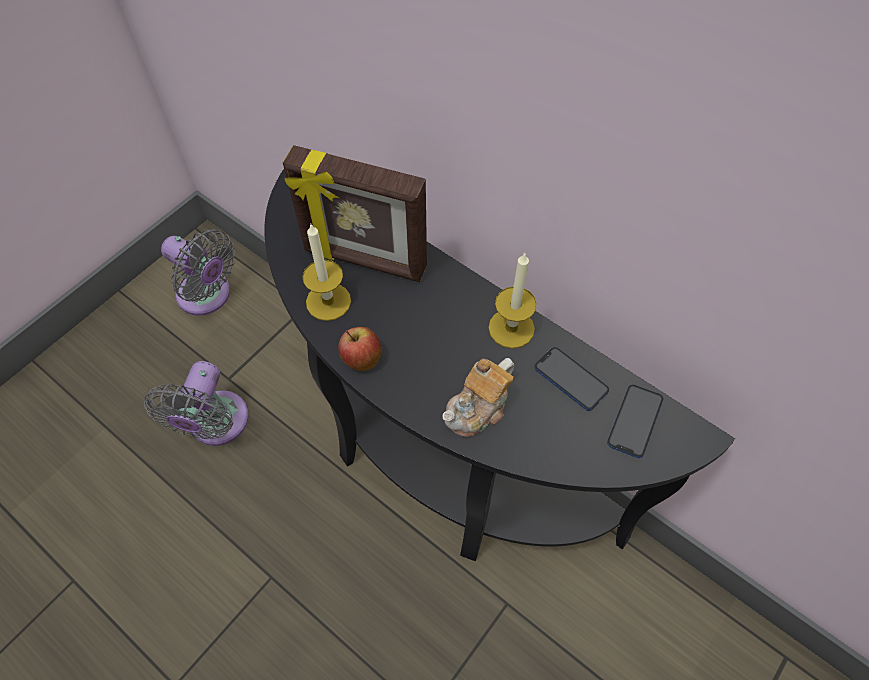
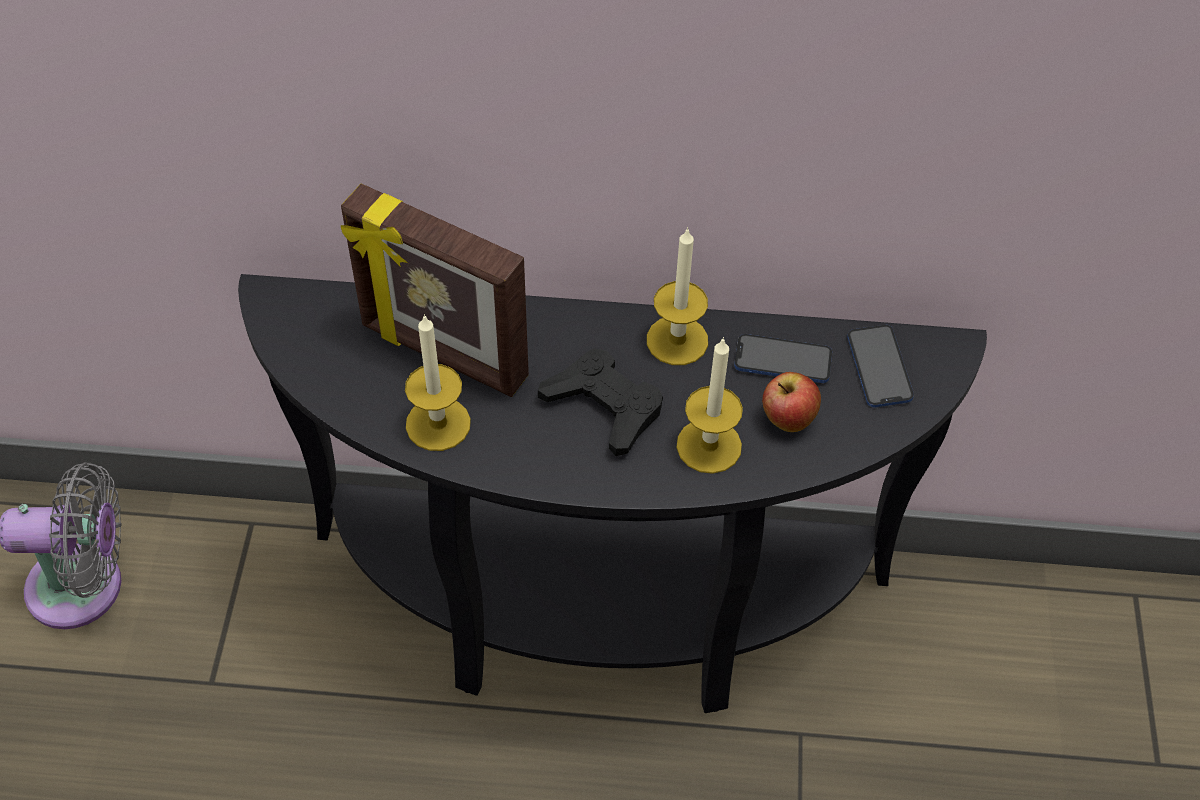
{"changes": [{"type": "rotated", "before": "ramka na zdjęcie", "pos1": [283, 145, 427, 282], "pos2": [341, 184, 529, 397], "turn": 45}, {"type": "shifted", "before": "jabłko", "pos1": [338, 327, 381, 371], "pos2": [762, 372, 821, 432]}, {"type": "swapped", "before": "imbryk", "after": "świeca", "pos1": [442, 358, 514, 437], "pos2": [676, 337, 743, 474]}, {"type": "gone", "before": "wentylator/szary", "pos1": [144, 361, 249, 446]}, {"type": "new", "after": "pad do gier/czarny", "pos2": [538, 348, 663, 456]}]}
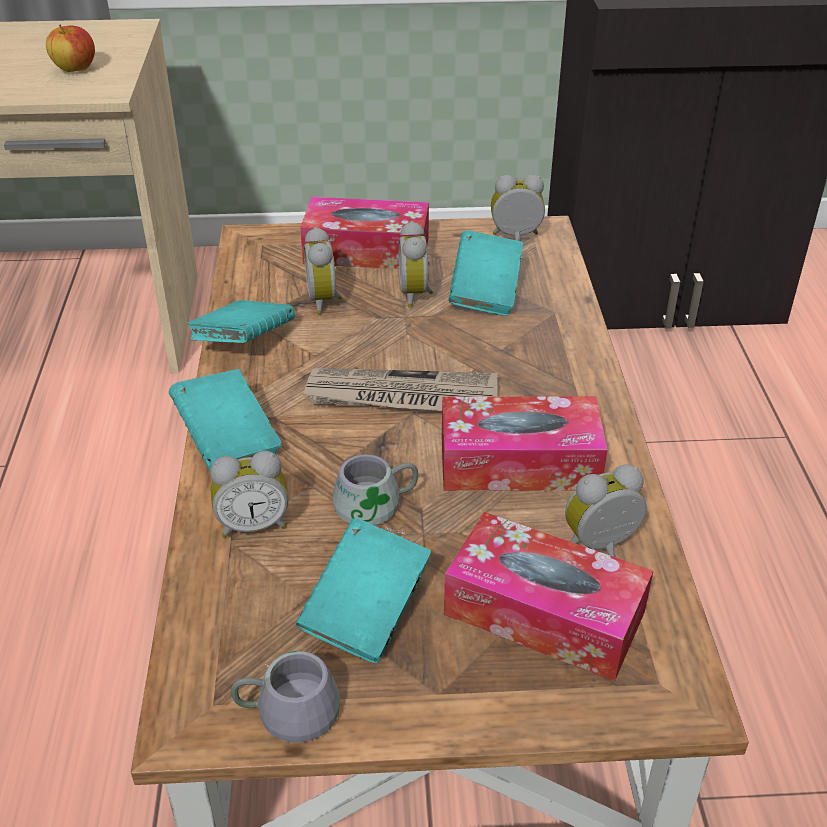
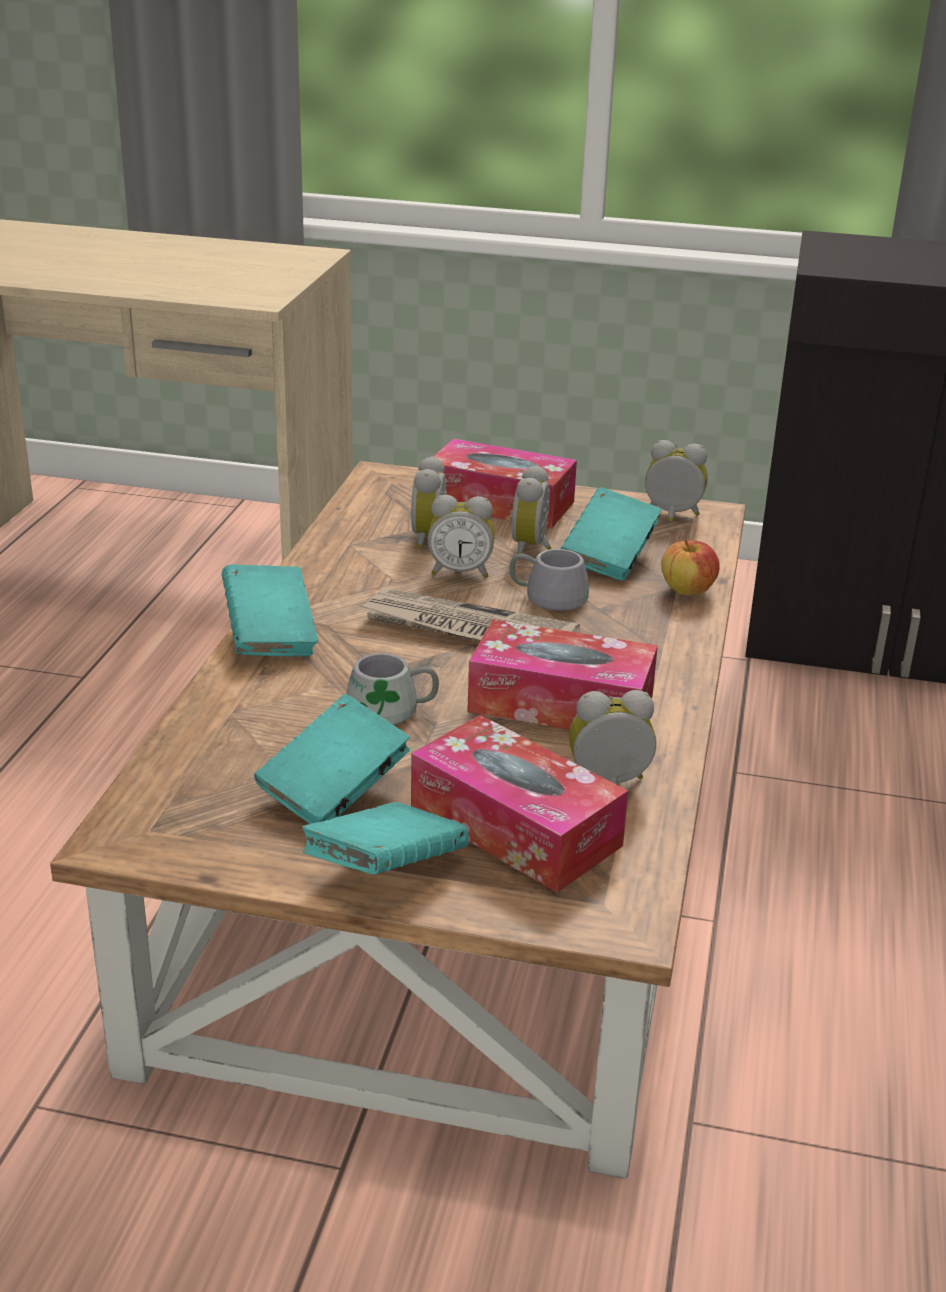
{"changes": [{"type": "shifted", "before": "jabłko", "pos1": [46, 25, 95, 72], "pos2": [661, 540, 720, 595]}, {"type": "shifted", "before": "książka/turkusowy", "pos1": [187, 300, 295, 343], "pos2": [302, 802, 469, 874]}, {"type": "shifted", "before": "budzik", "pos1": [210, 451, 289, 538], "pos2": [427, 495, 495, 578]}, {"type": "shifted", "before": "kubek/szary", "pos1": [231, 651, 340, 743], "pos2": [510, 549, 589, 611]}]}
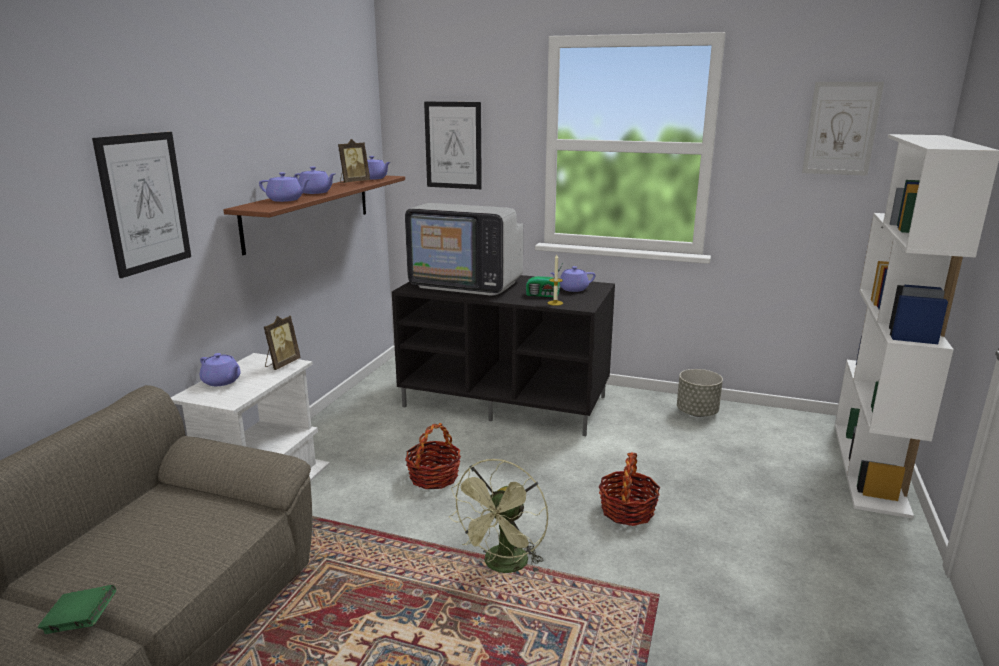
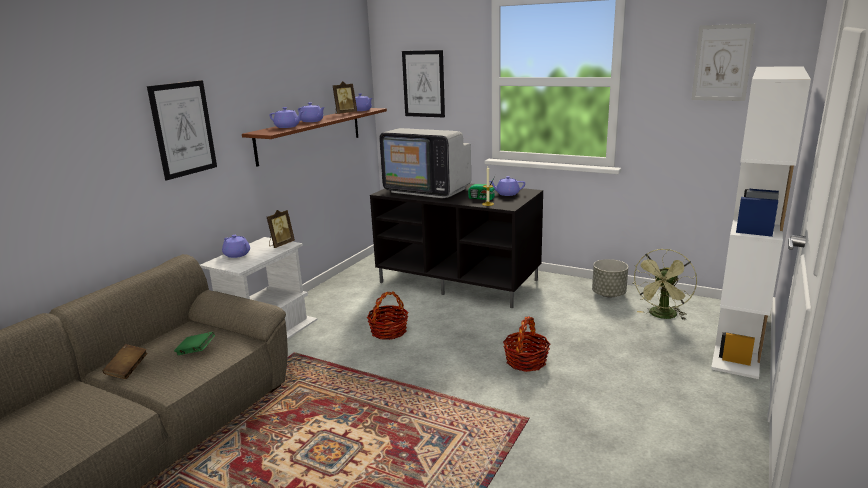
{"changes": [{"type": "shifted", "before": "wentylator/zielony", "pos1": [449, 459, 548, 573], "pos2": [633, 249, 697, 320]}, {"type": "shifted", "before": "książka/zielony", "pos1": [38, 585, 116, 634], "pos2": [174, 332, 215, 355]}, {"type": "new", "after": "książka/brązowy", "pos2": [103, 344, 147, 379]}]}
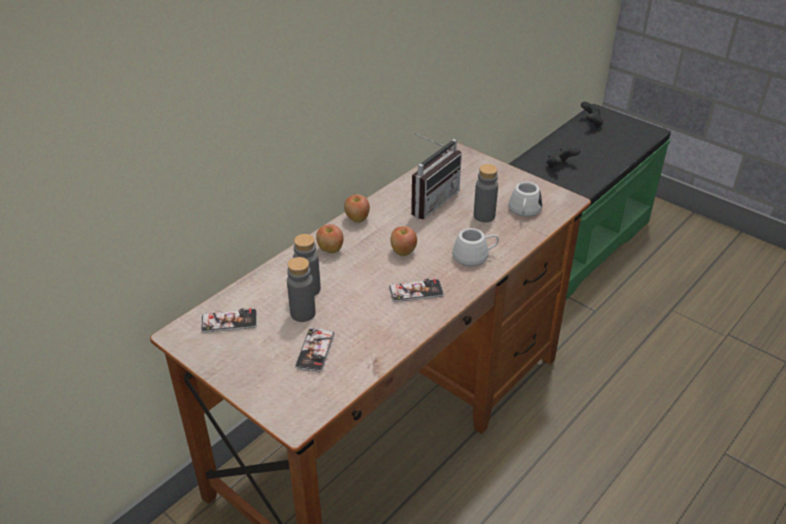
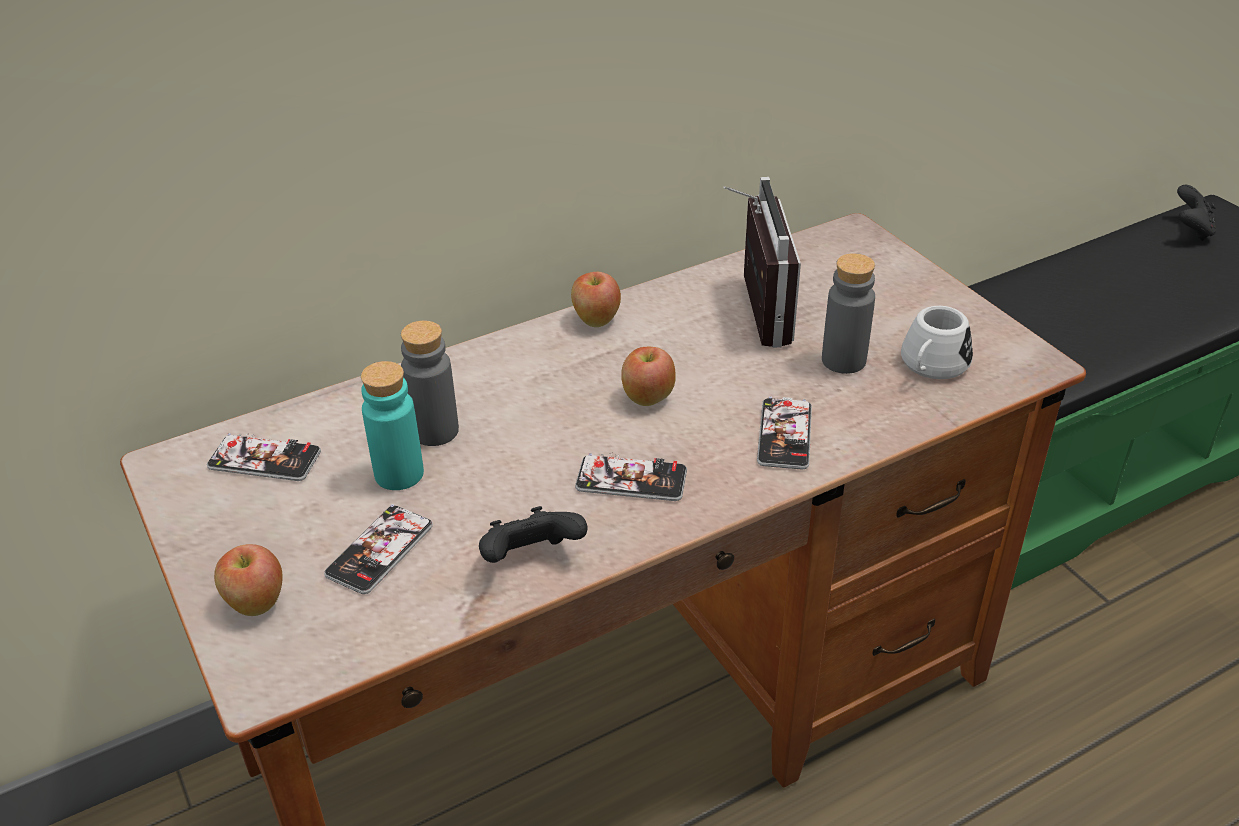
{"changes": [{"type": "rotated", "before": "radio", "pos1": [411, 132, 462, 220], "pos2": [723, 177, 801, 348], "turn": -60}, {"type": "shifted", "before": "pad do gier/czarny", "pos1": [547, 147, 580, 168], "pos2": [479, 506, 588, 563]}, {"type": "shifted", "before": "jabłko", "pos1": [316, 224, 343, 254], "pos2": [214, 544, 283, 616]}, {"type": "swapped", "before": "kubek/biały", "after": "telefon", "pos1": [452, 228, 499, 266], "pos2": [757, 396, 812, 470]}, {"type": "repainted", "before": "butelka/szary", "after": "butelka/turkusowy", "pos1": [287, 257, 316, 322], "pos2": [361, 361, 424, 490]}]}
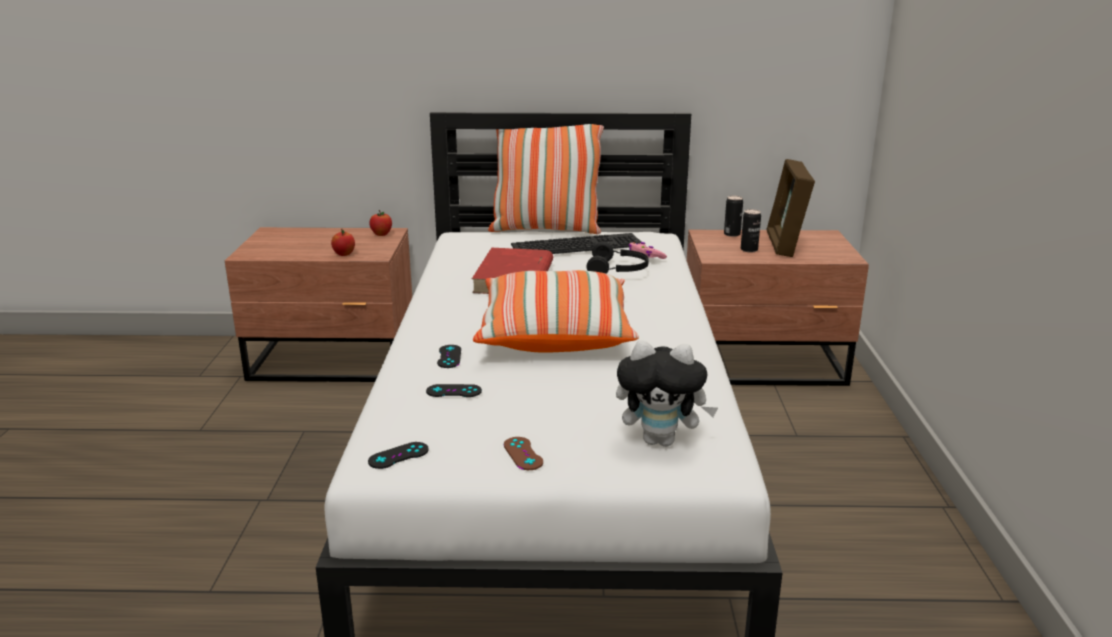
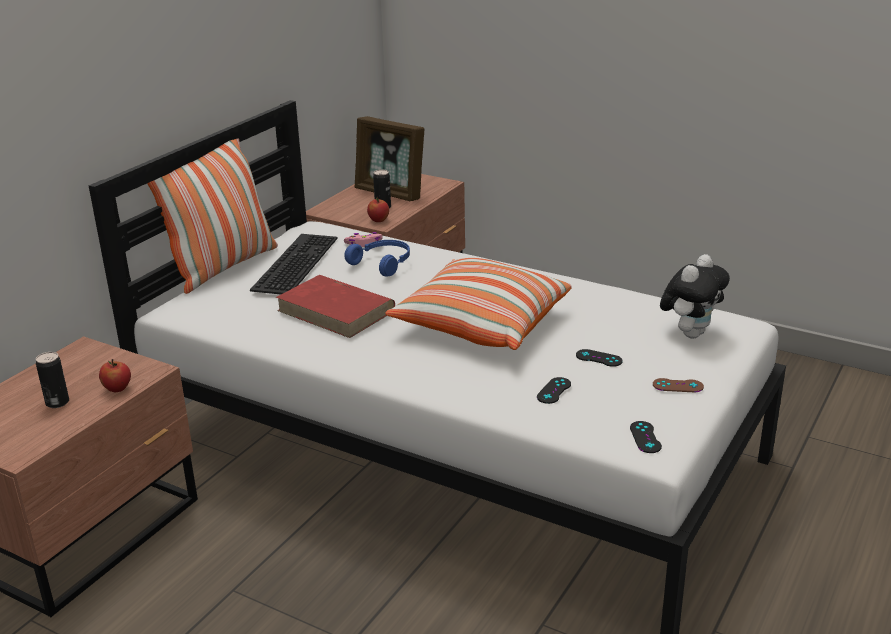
{"changes": [{"type": "shifted", "before": "puszka", "pos1": [724, 196, 743, 237], "pos2": [36, 352, 69, 408]}, {"type": "shifted", "before": "jabłko", "pos1": [369, 210, 392, 236], "pos2": [367, 197, 389, 222]}, {"type": "repainted", "before": "słuchawki/czarny", "after": "słuchawki/niebieski", "pos1": [587, 241, 649, 274], "pos2": [344, 240, 410, 277]}, {"type": "shifted", "before": "pad do gier/czarny", "pos1": [437, 345, 461, 368], "pos2": [576, 349, 623, 367]}]}
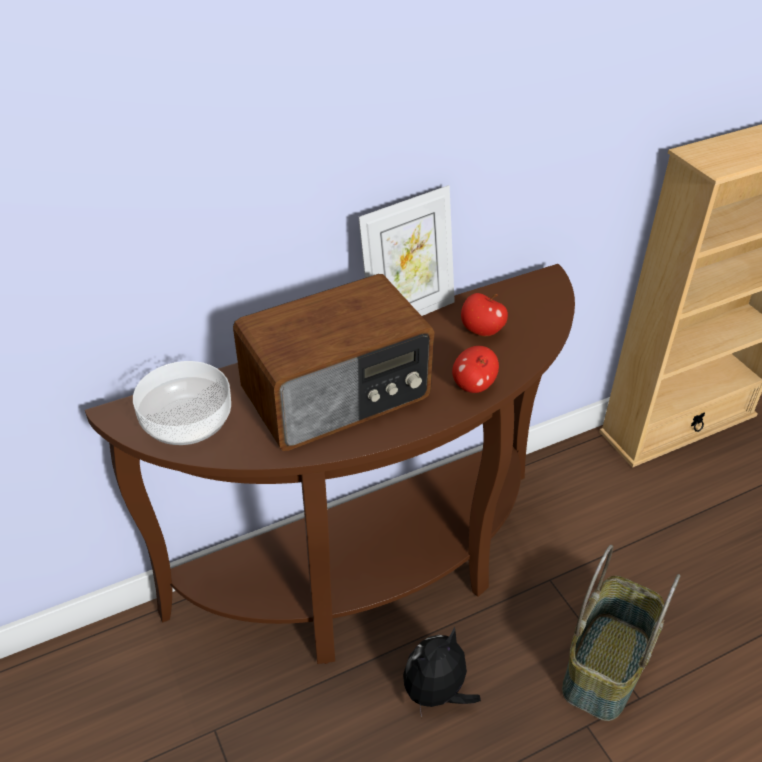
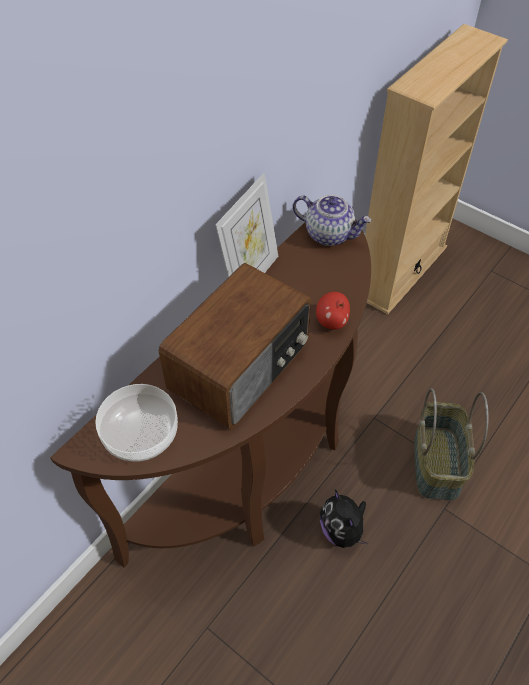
{"changes": [{"type": "gone", "before": "jabłko", "pos1": [461, 293, 508, 336]}, {"type": "rotated", "before": "pluszak", "pos1": [403, 627, 481, 717], "pos2": [320, 490, 369, 548], "turn": -45}, {"type": "new", "after": "imbryk", "pos2": [293, 195, 372, 246]}]}
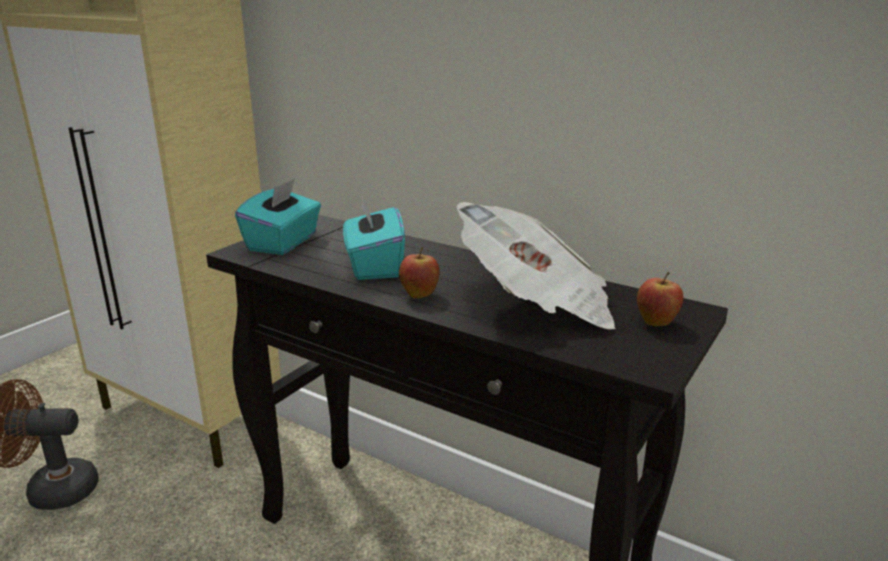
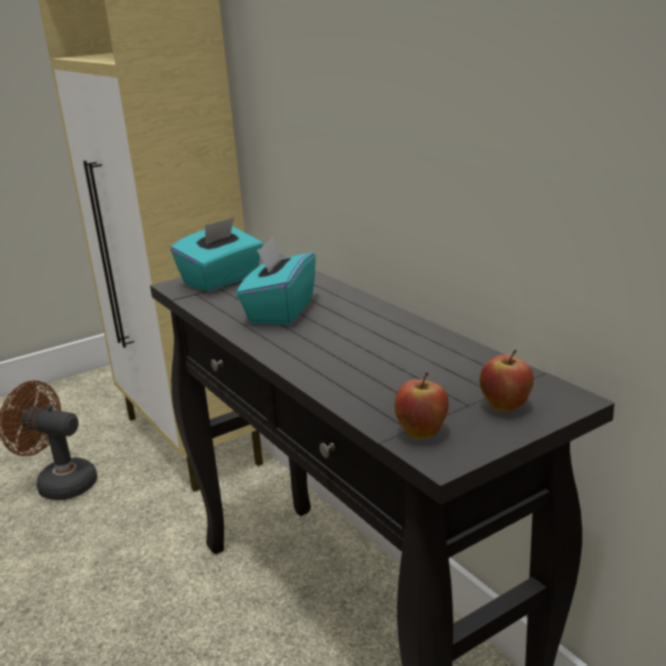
{"changes": [{"type": "gone", "before": "gazeta", "pos1": [457, 202, 616, 330]}, {"type": "shifted", "before": "jabłko", "pos1": [399, 247, 440, 299], "pos2": [394, 372, 449, 439]}]}
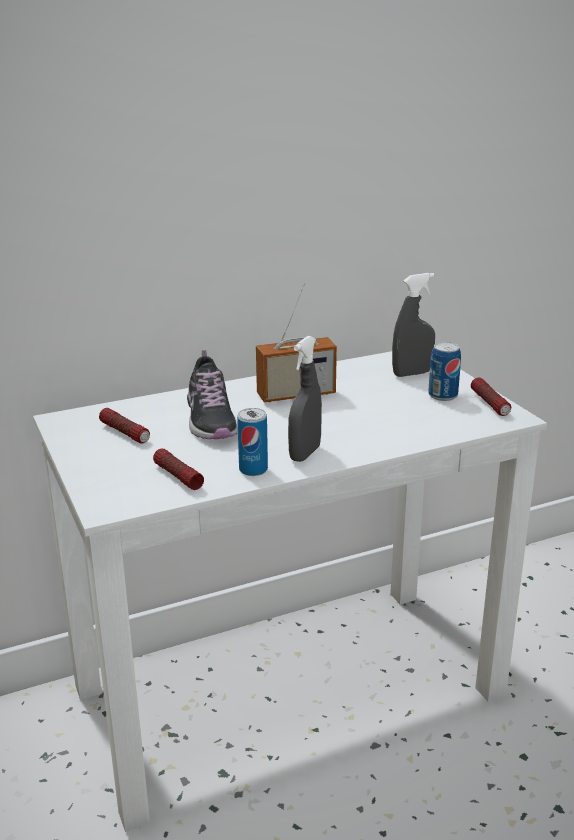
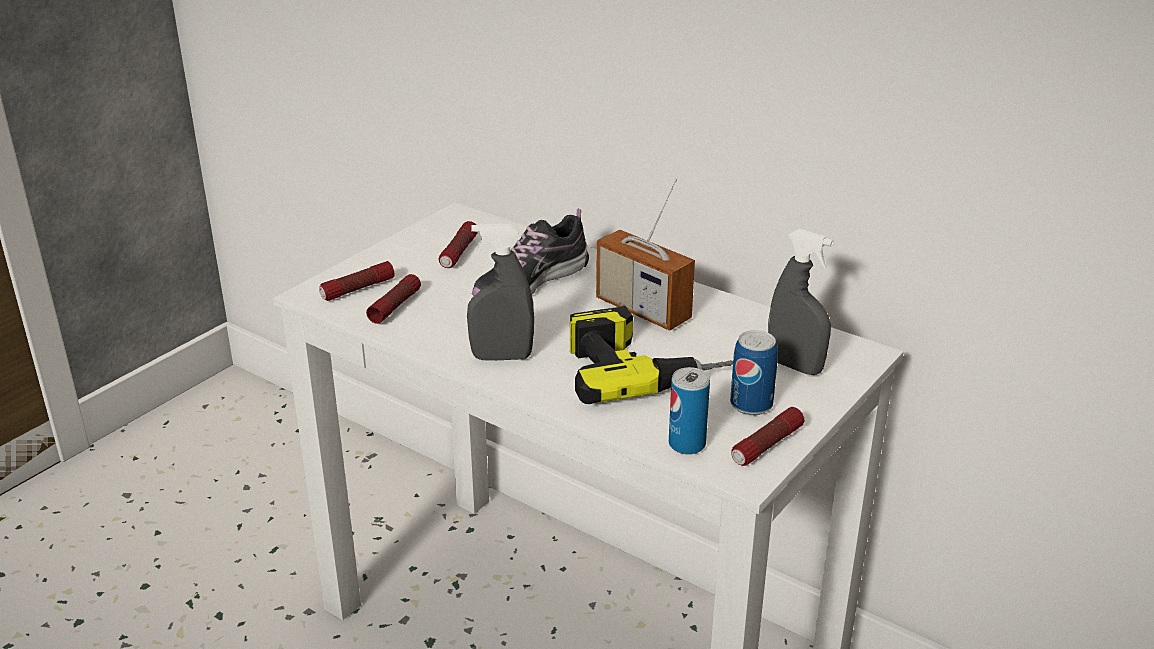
{"changes": [{"type": "shifted", "before": "puszka", "pos1": [237, 408, 268, 476], "pos2": [669, 367, 710, 455]}, {"type": "new", "after": "latarka", "pos2": [319, 261, 395, 301]}, {"type": "new", "after": "wiertarka", "pos2": [570, 306, 733, 404]}]}
